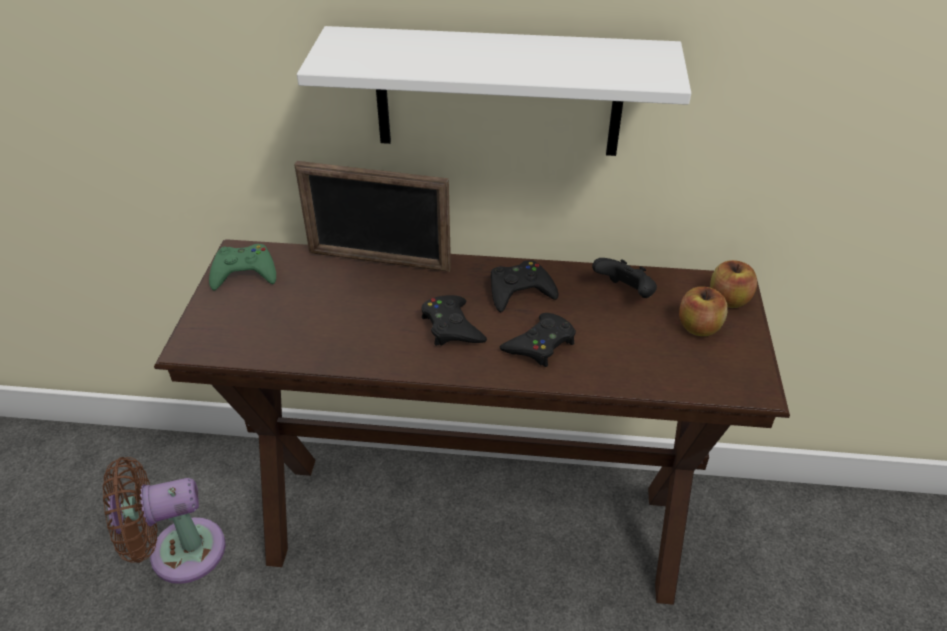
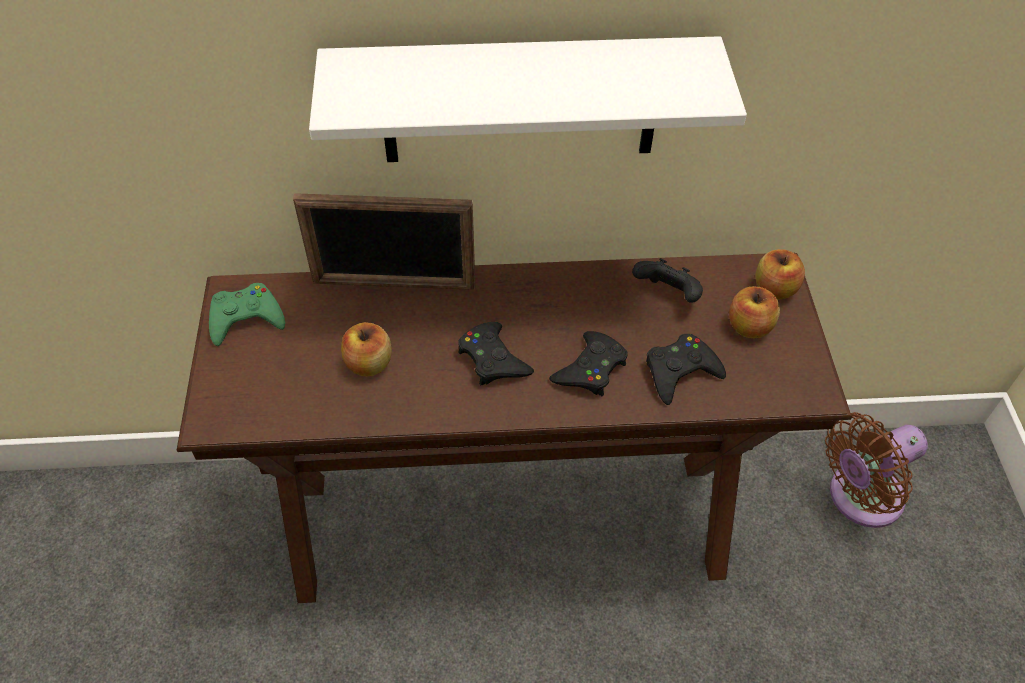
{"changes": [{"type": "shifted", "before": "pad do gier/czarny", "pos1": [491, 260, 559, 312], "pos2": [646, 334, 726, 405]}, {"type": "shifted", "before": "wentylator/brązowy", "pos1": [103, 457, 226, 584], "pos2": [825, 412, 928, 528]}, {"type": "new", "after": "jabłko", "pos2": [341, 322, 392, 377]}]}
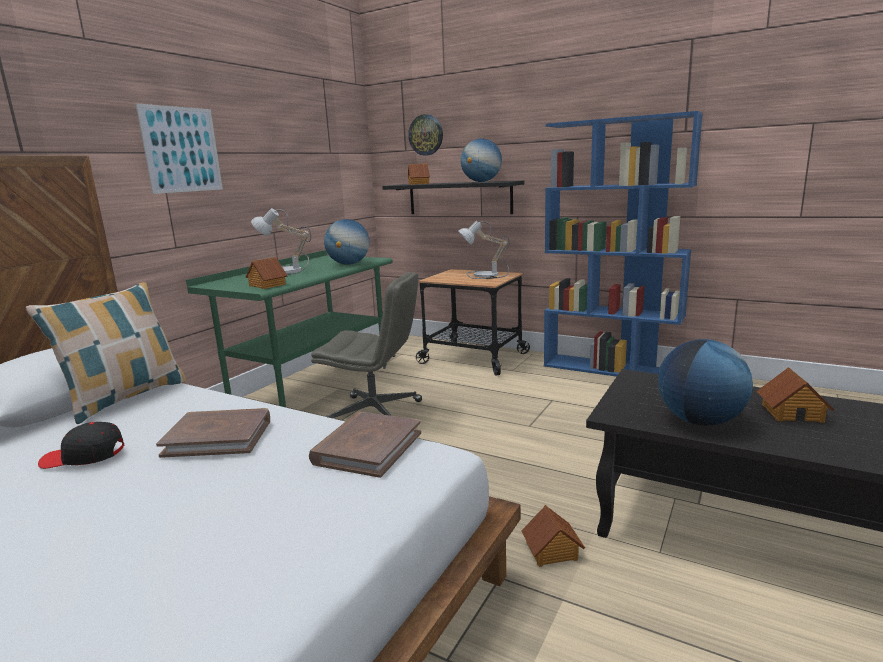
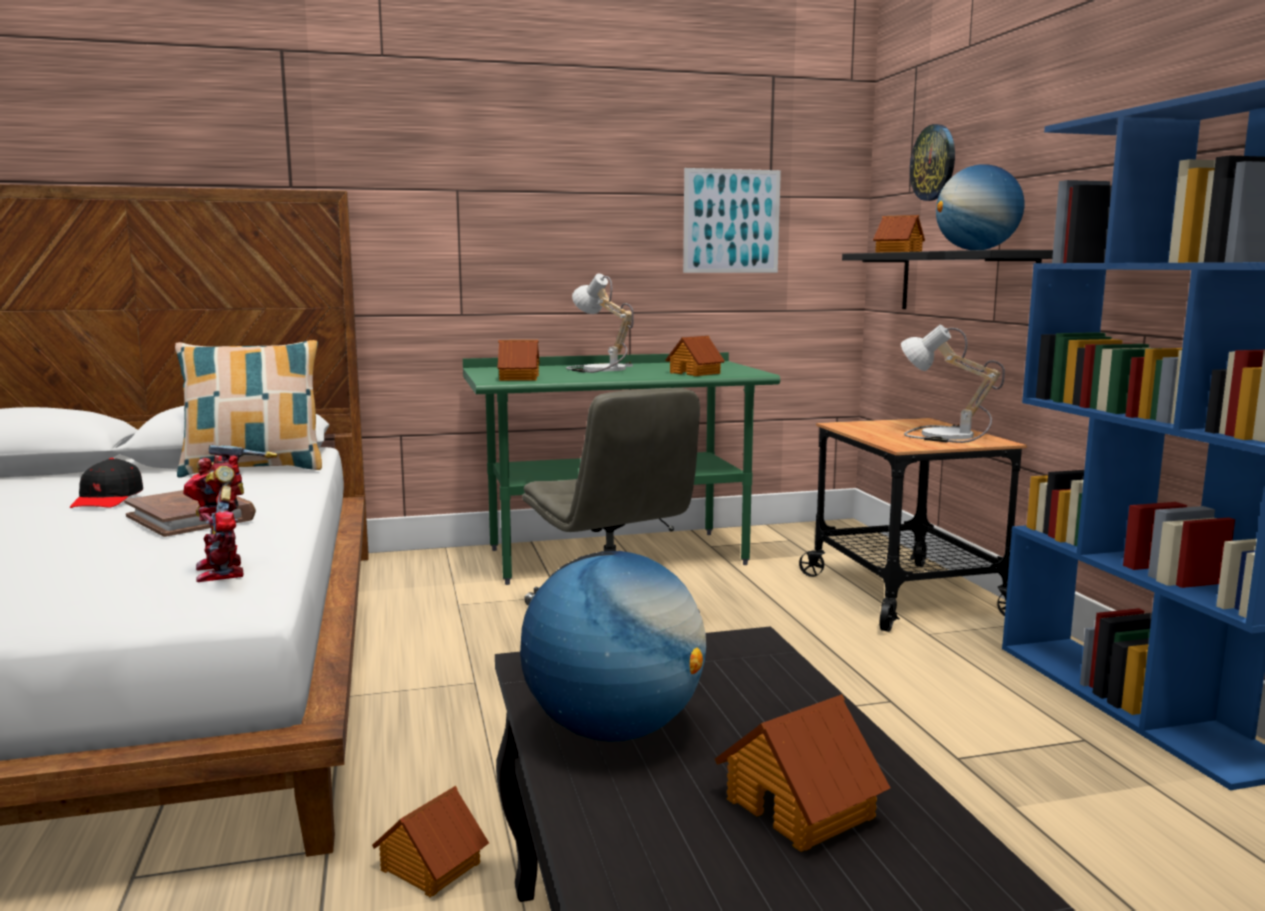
{"changes": [{"type": "shifted", "before": "obraz", "pos1": [136, 103, 223, 194], "pos2": [683, 168, 781, 273]}, {"type": "swapped", "before": "globus", "after": "domek", "pos1": [324, 219, 369, 265], "pos2": [665, 336, 725, 376]}, {"type": "swapped", "before": "książka/brązowy", "after": "robot zabawkowy", "pos1": [309, 412, 421, 478], "pos2": [183, 445, 277, 582]}, {"type": "rotated", "before": "czapka z daszkiem/czarny", "pos1": [38, 422, 124, 469], "pos2": [70, 458, 143, 508], "turn": -135}]}
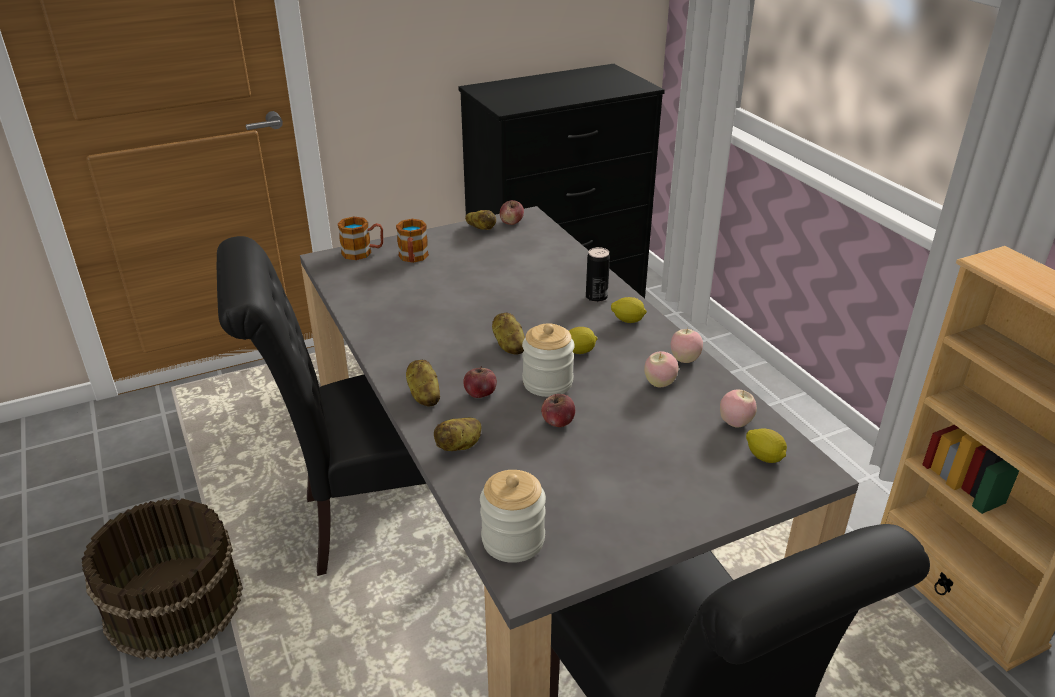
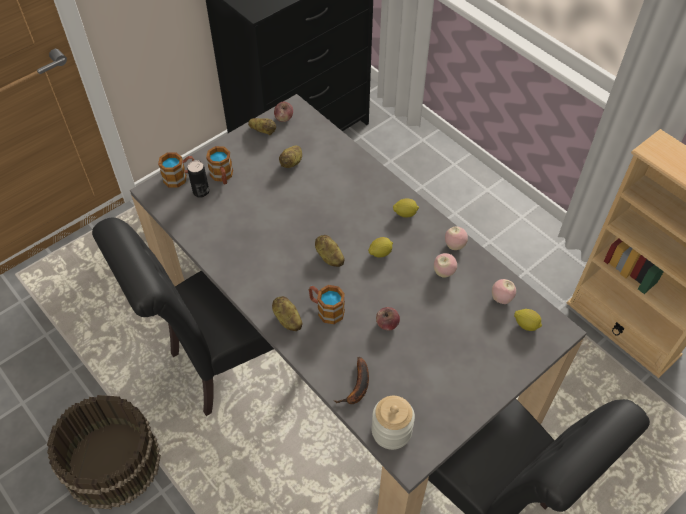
{"changes": [{"type": "shifted", "before": "puszka", "pos1": [586, 247, 610, 302], "pos2": [187, 160, 209, 198]}, {"type": "gone", "before": "słoik", "pos1": [522, 323, 575, 397]}, {"type": "swapped", "before": "jabłko", "after": "kubek", "pos1": [463, 366, 497, 398], "pos2": [309, 285, 345, 324]}, {"type": "shifted", "before": "ziemniak", "pos1": [434, 418, 481, 451], "pos2": [279, 146, 302, 168]}, {"type": "new", "after": "banan", "pos2": [333, 357, 369, 404]}]}
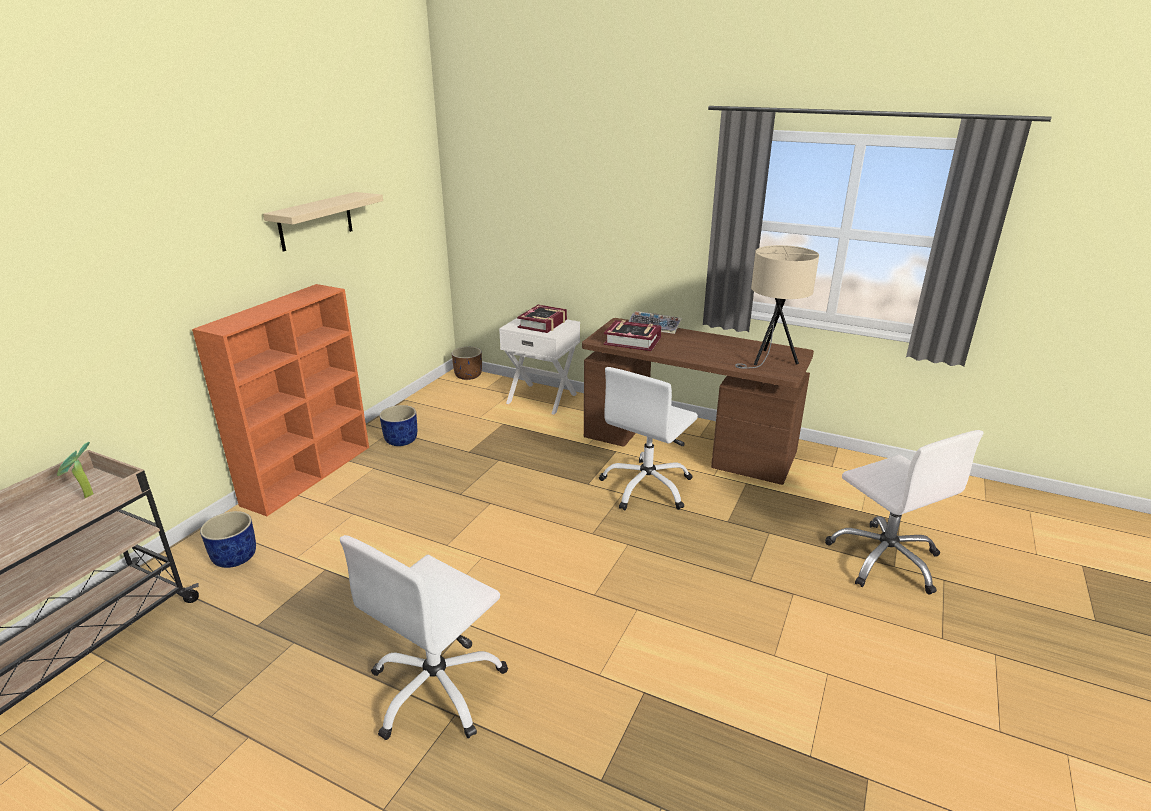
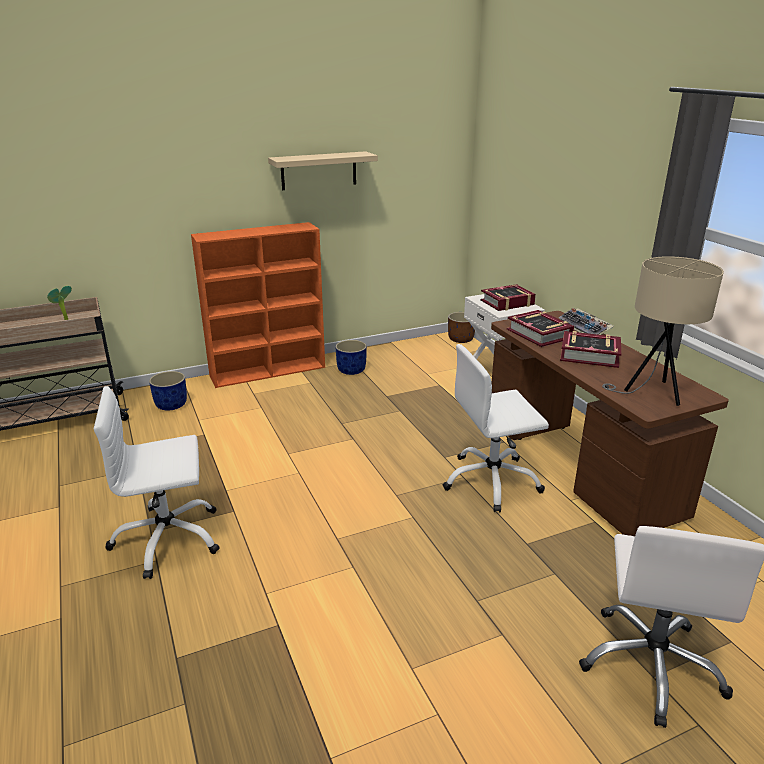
{"changes": [{"type": "new", "after": "książka", "pos2": [560, 331, 621, 368]}]}
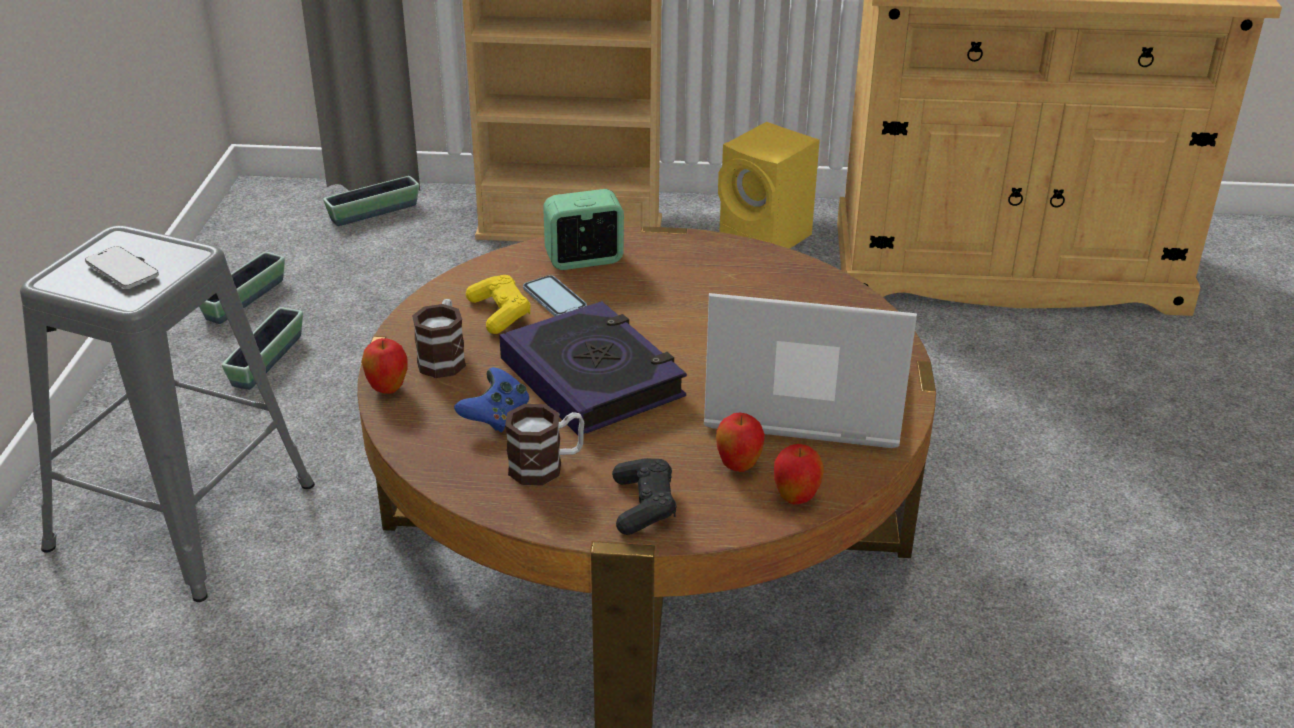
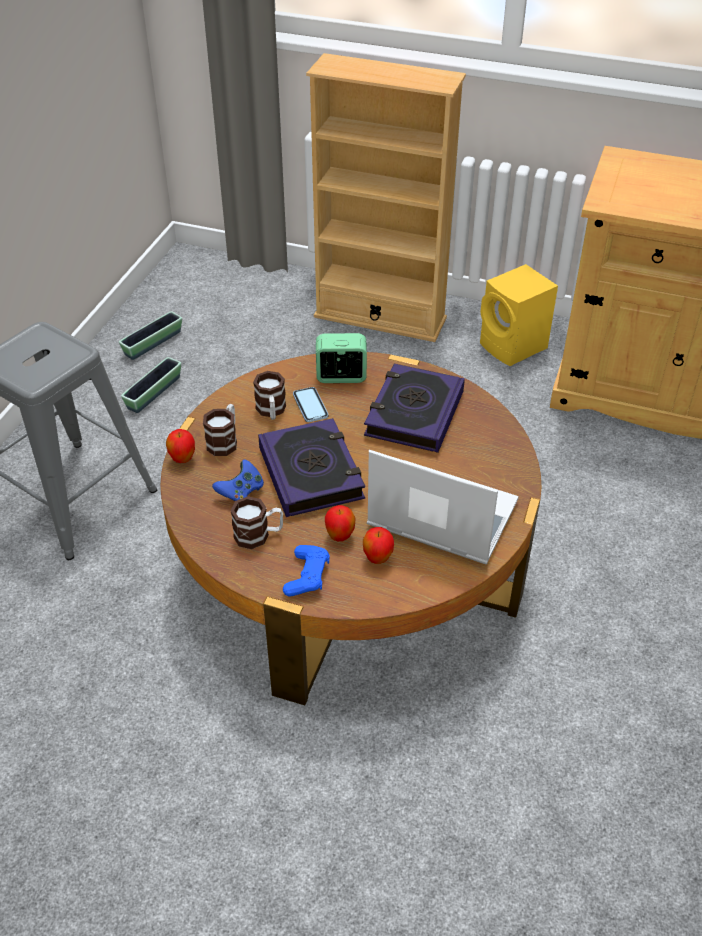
{"changes": [{"type": "gone", "before": "donica", "pos1": [323, 176, 419, 226]}, {"type": "gone", "before": "telefon", "pos1": [85, 246, 159, 289]}, {"type": "swapped", "before": "pad do gier/żółty", "after": "kubek", "pos1": [466, 275, 530, 334], "pos2": [253, 371, 286, 420]}, {"type": "shifted", "before": "jabłko", "pos1": [774, 444, 824, 504], "pos2": [325, 505, 355, 541]}, {"type": "repainted", "before": "pad do gier/czarny", "after": "pad do gier/niebieski", "pos1": [612, 458, 676, 535], "pos2": [283, 545, 330, 597]}, {"type": "new", "after": "książka", "pos2": [364, 363, 465, 453]}]}
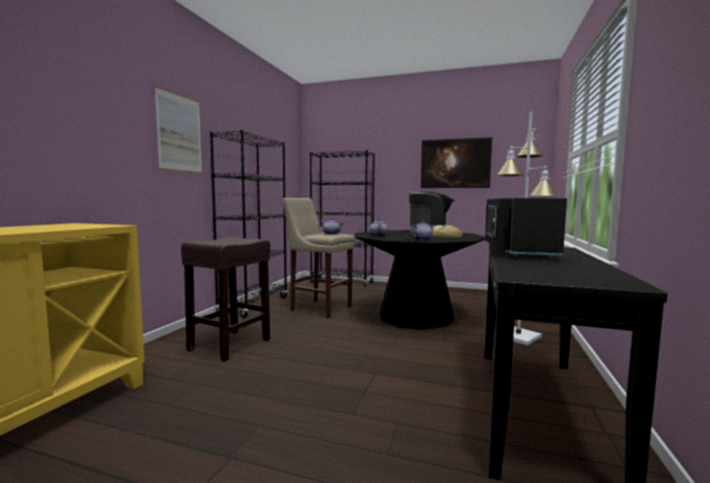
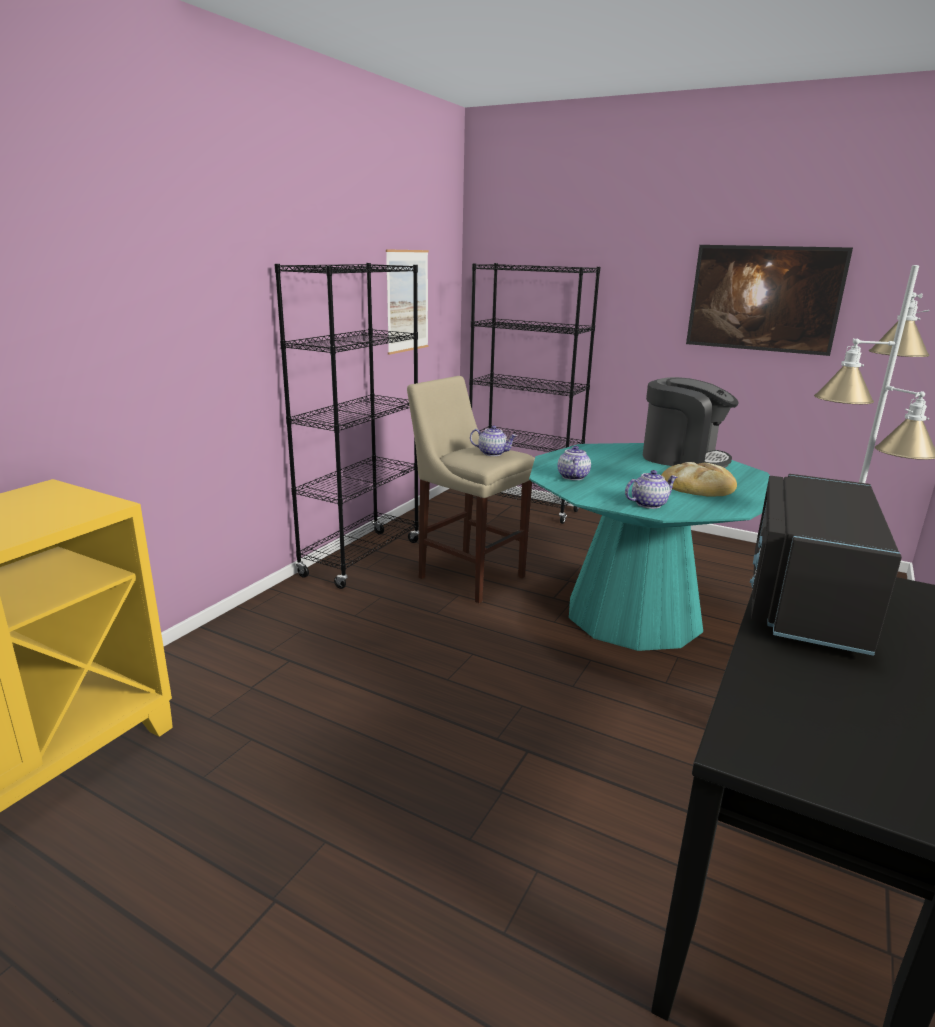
{"changes": [{"type": "shifted", "before": "obraz", "pos1": [154, 85, 202, 174], "pos2": [386, 249, 429, 355]}, {"type": "repainted", "before": "stół jadalny/czarny", "after": "stół jadalny/turkusowy", "pos1": [355, 230, 485, 330], "pos2": [529, 443, 770, 651]}, {"type": "gone", "before": "stołek/brązowy", "pos1": [181, 237, 270, 362]}]}
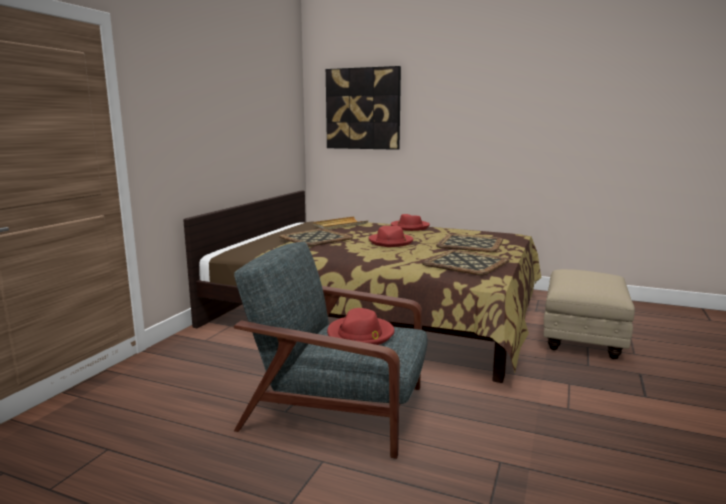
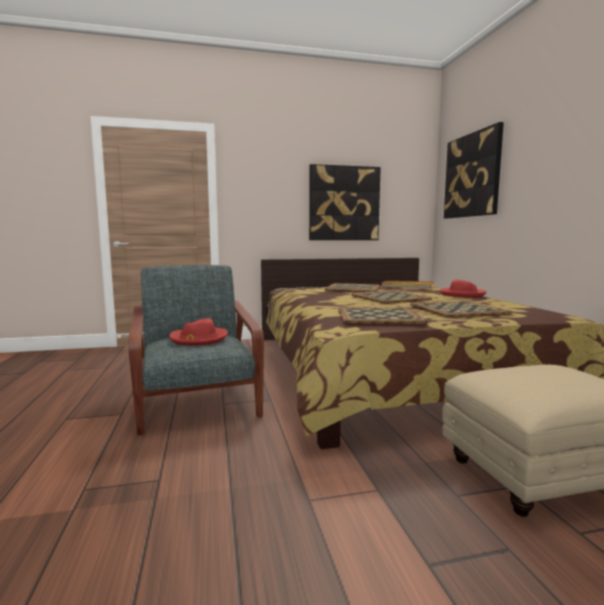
{"changes": [{"type": "swapped", "before": "kapelusz/czerwony", "after": "taca", "pos1": [369, 226, 413, 247], "pos2": [352, 290, 432, 303]}, {"type": "new", "after": "obraz", "pos2": [309, 164, 381, 240]}]}
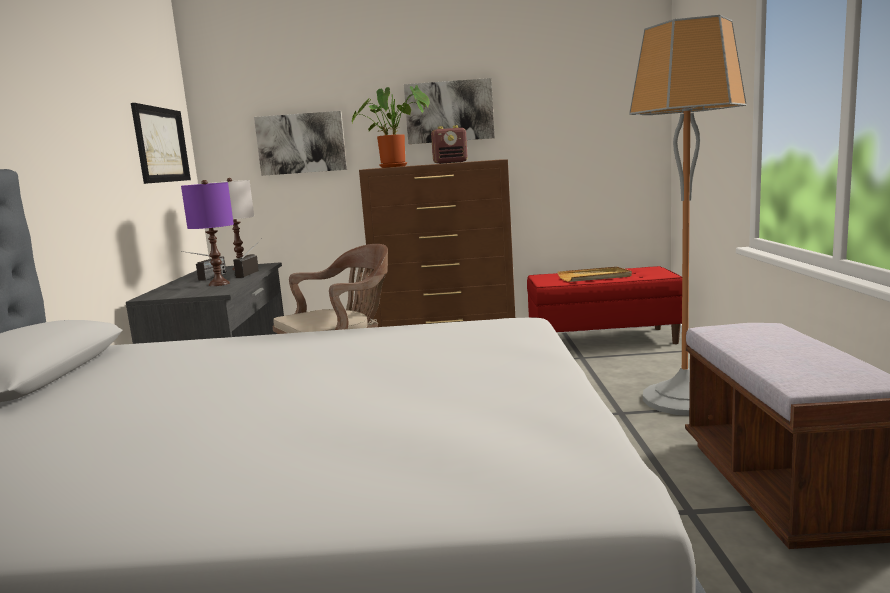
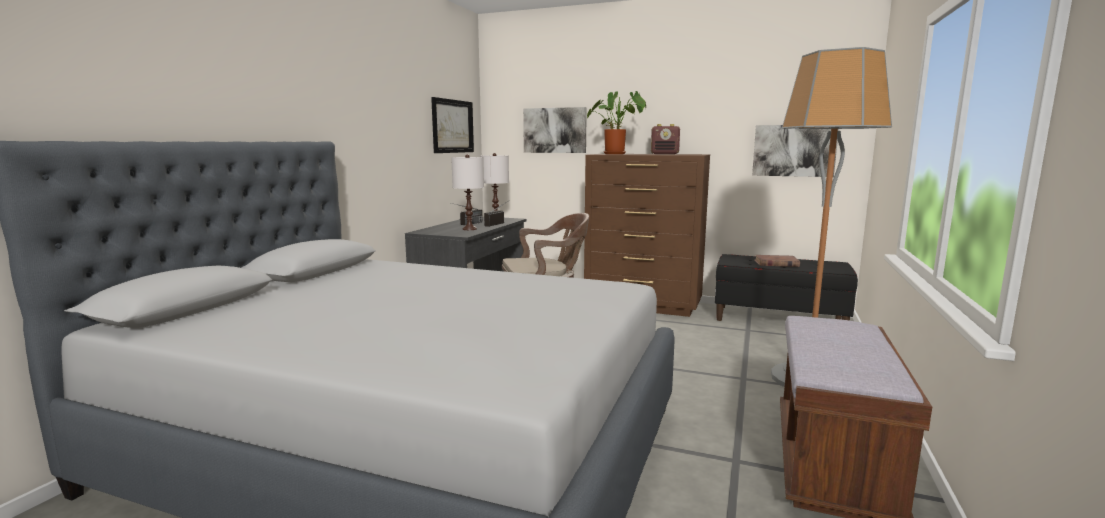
{"changes": [{"type": "shifted", "before": "obraz", "pos1": [404, 78, 495, 144], "pos2": [752, 125, 839, 177]}, {"type": "repainted", "before": "lampa stołowa/fioletowy", "after": "lampa stołowa/biały", "pos1": [181, 180, 234, 286], "pos2": [451, 154, 484, 230]}, {"type": "repainted", "before": "ławka/czerwony", "after": "ławka/czarny", "pos1": [527, 266, 682, 344], "pos2": [715, 254, 858, 321]}, {"type": "swapped", "before": "taca/beżowy", "after": "książka/brązowy", "pos1": [557, 267, 632, 282], "pos2": [754, 255, 800, 267]}]}
